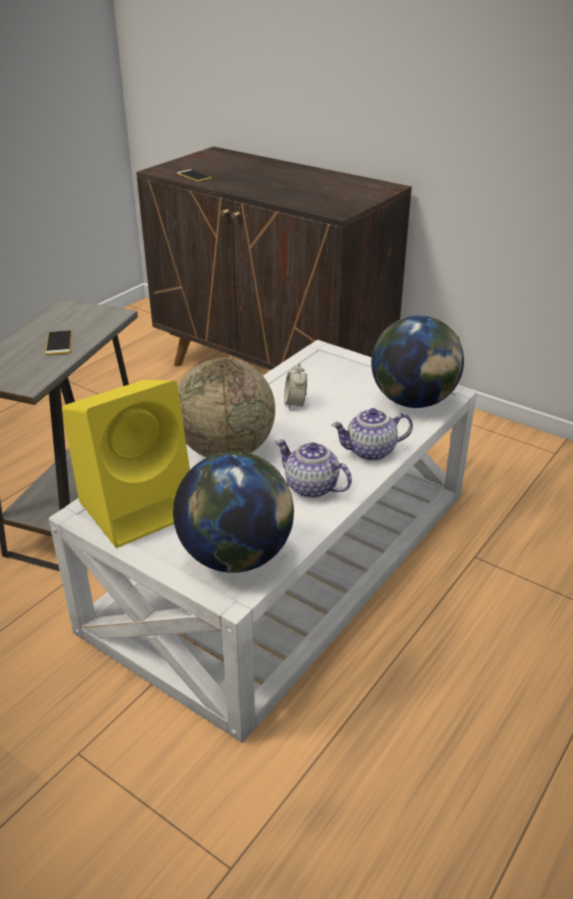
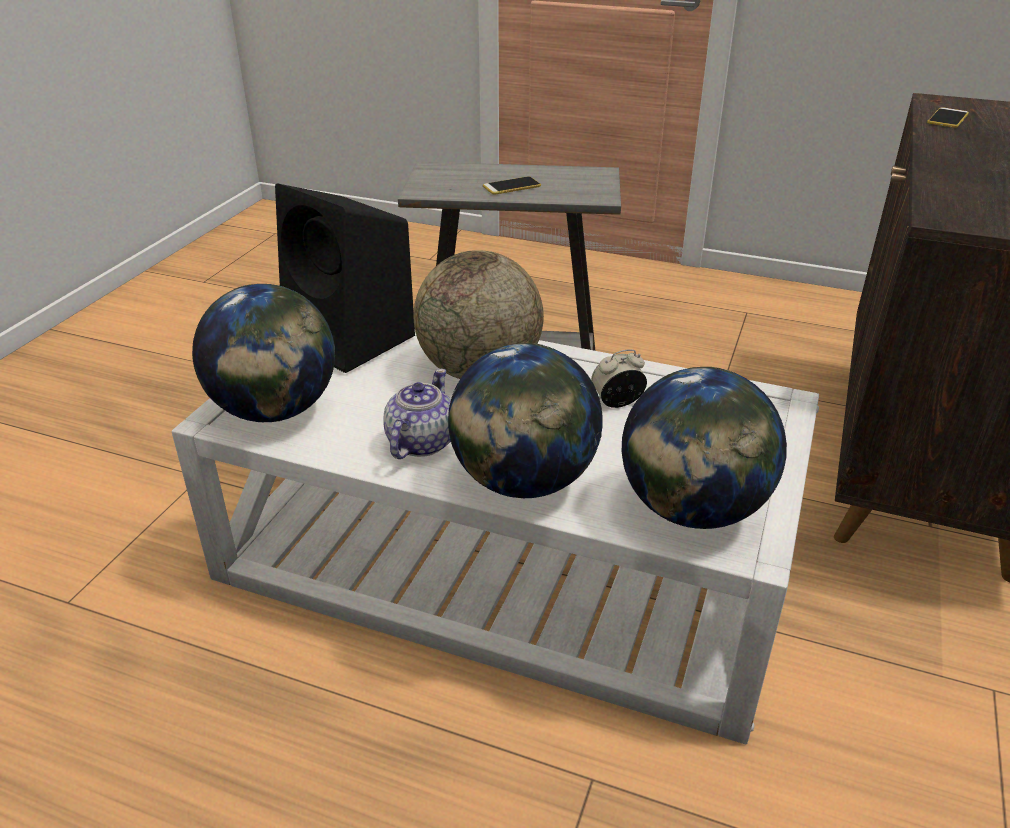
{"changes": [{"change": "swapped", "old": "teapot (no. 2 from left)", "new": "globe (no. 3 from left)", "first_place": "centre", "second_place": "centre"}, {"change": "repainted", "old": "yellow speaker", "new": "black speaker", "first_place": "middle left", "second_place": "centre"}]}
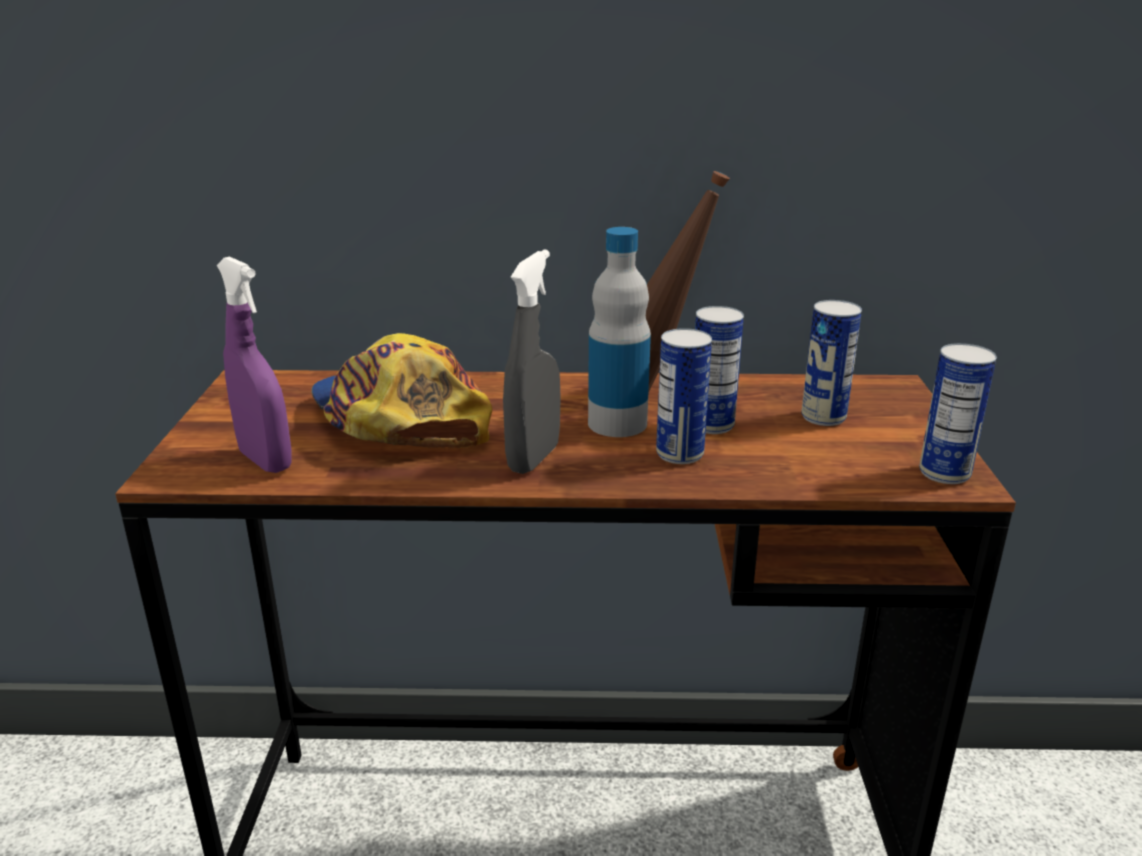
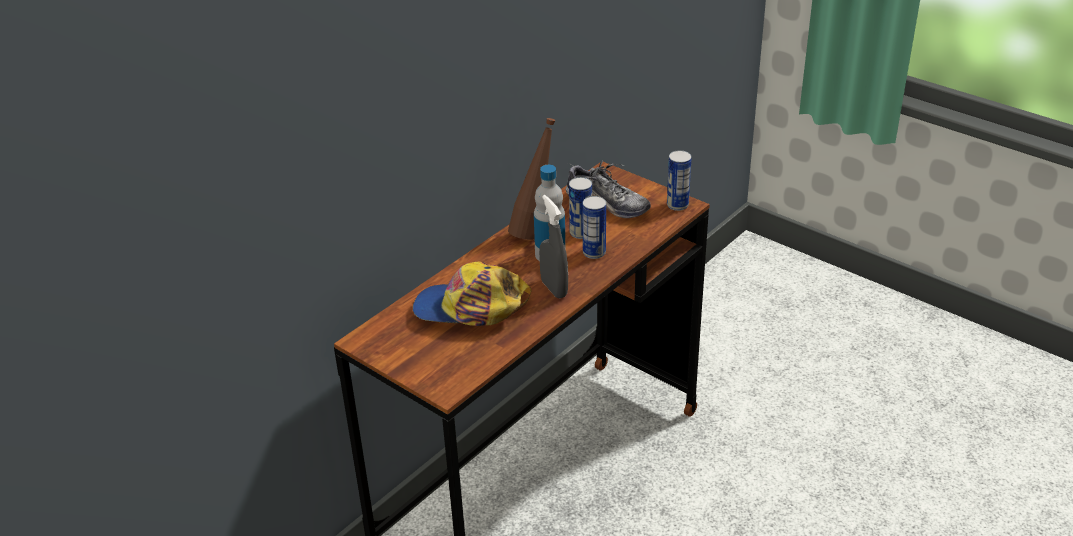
{"changes": [{"change": "gone", "old": "purple spray bottle", "first_place": "middle left"}, {"change": "swapped", "old": "can (no. 3 from left)", "new": "shoe", "first_place": "middle right", "second_place": "centre"}]}
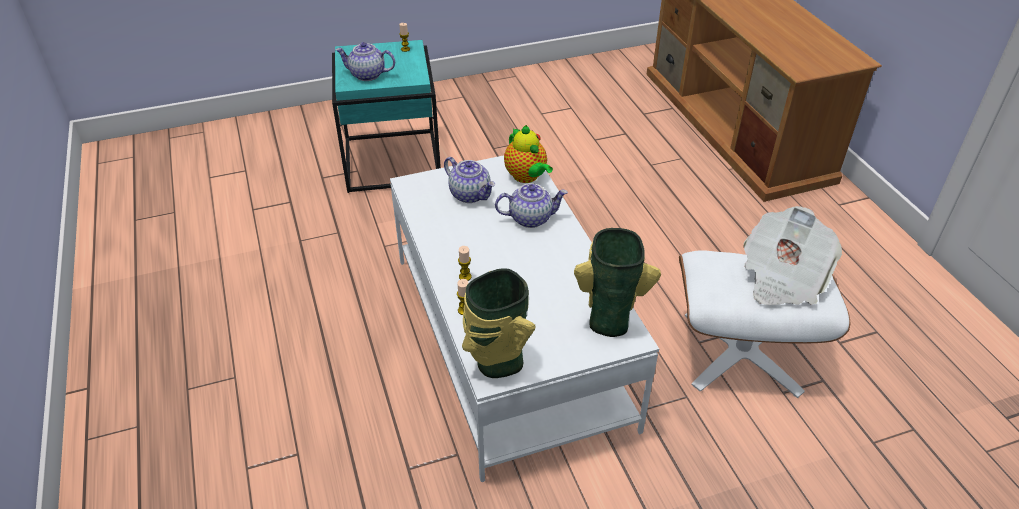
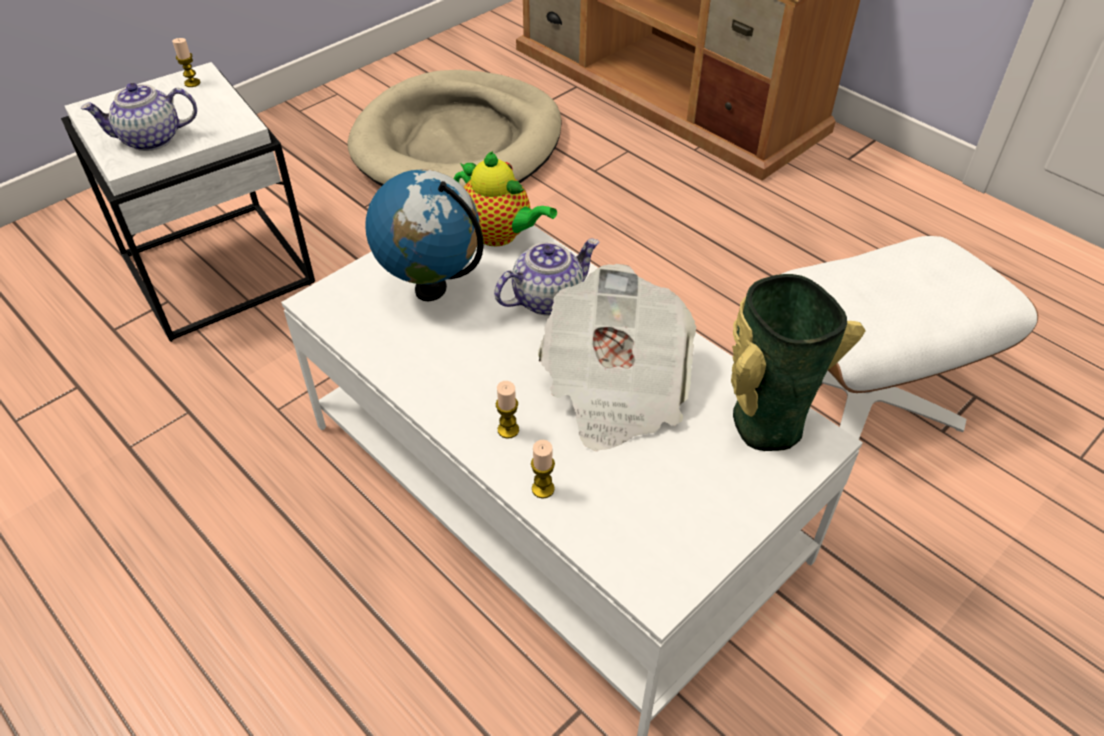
{"changes": [{"change": "gone", "old": "vase (no. 1 from left)", "first_place": "centre"}, {"change": "new", "new": "beige dog bed", "second_place": "top centre"}, {"change": "shifted", "old": "newspaper", "first_place": "middle right", "second_place": "centre"}, {"change": "swapped", "old": "teapot (no. 2 from left)", "new": "globe", "first_place": "centre", "second_place": "top centre"}, {"change": "repainted", "old": "turquoise side table", "new": "white side table", "first_place": "top centre", "second_place": "top left"}]}
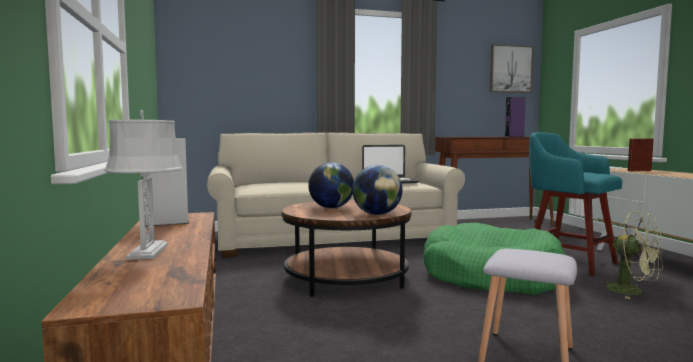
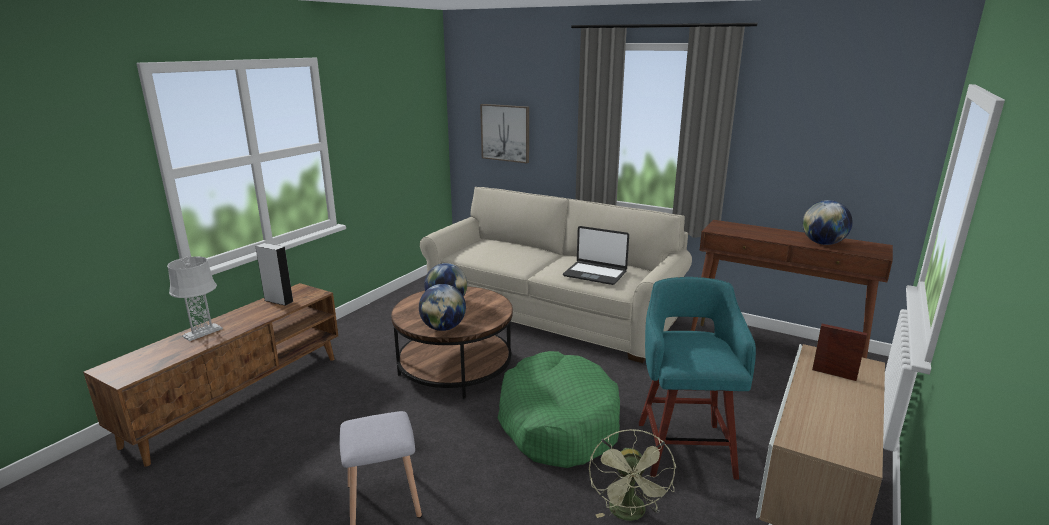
{"changes": [{"change": "shifted", "old": "picture", "first_place": "top right", "second_place": "top centre"}, {"change": "swapped", "old": "purple speaker", "new": "globe (no. 3 from left)", "first_place": "top right", "second_place": "middle right"}]}
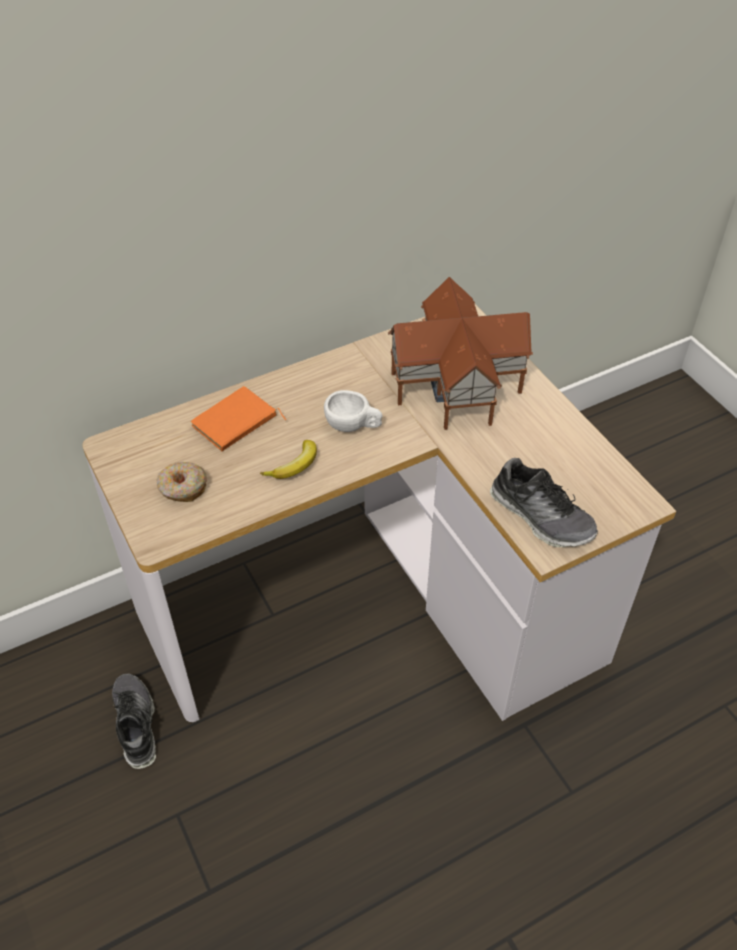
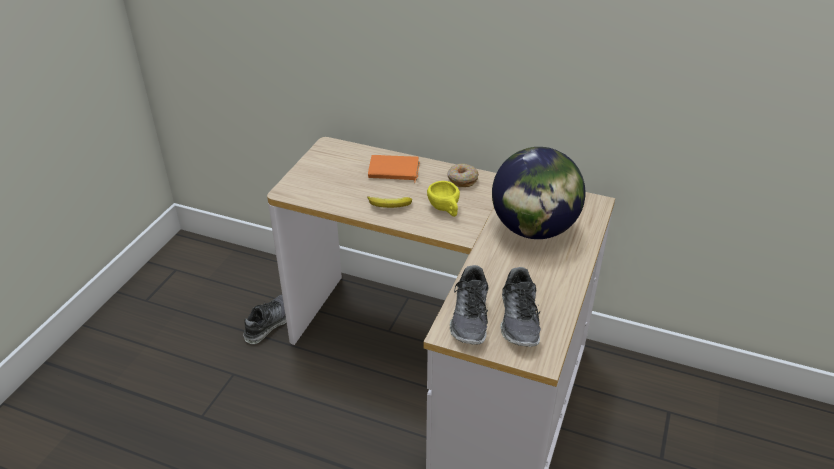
{"changes": [{"change": "new", "new": "shoe (no. 3 from left)", "second_place": "centre"}, {"change": "shifted", "old": "donut", "first_place": "middle left", "second_place": "centre"}, {"change": "swapped", "old": "toy house", "new": "globe", "first_place": "centre", "second_place": "centre"}, {"change": "repainted", "old": "white cup", "new": "yellow cup", "first_place": "centre", "second_place": "centre"}]}
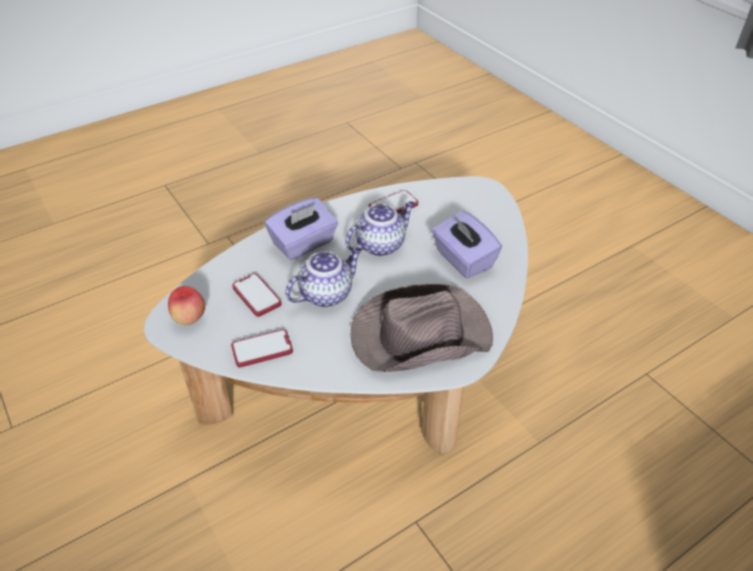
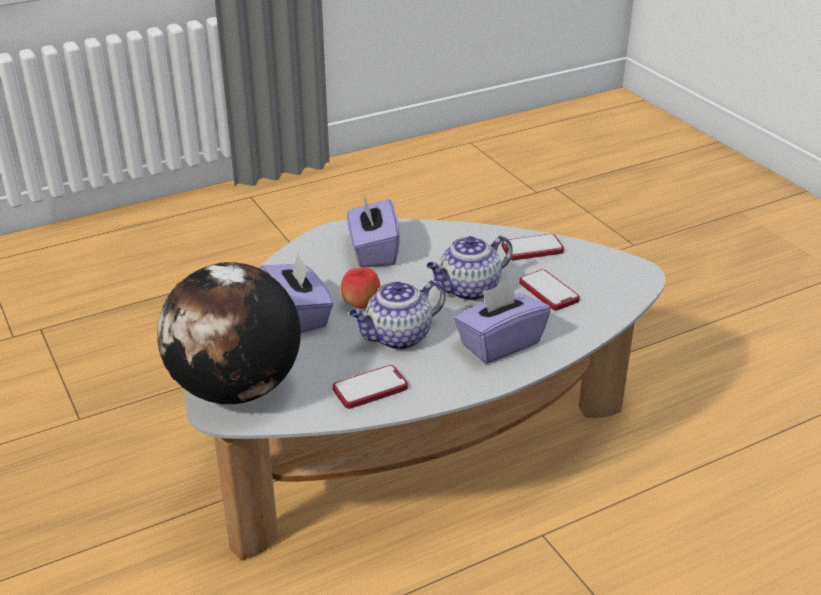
{"changes": [{"change": "new", "new": "globe", "second_place": "middle left"}, {"change": "shifted", "old": "apple", "first_place": "middle left", "second_place": "centre"}, {"change": "swapped", "old": "brown hat", "new": "purple tissue box (no. 2 from left)", "first_place": "centre", "second_place": "centre"}]}
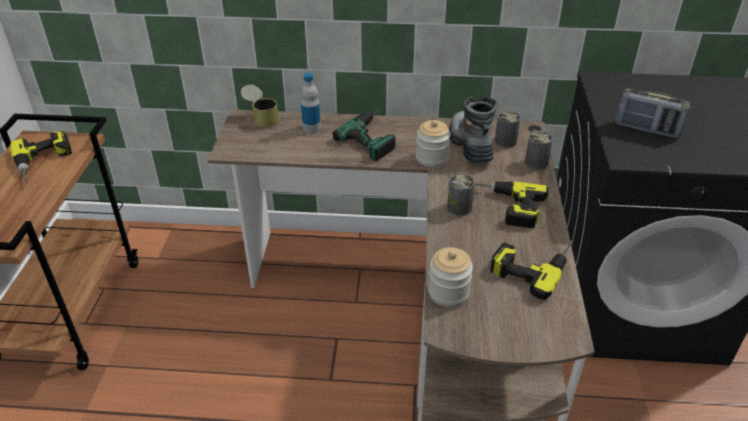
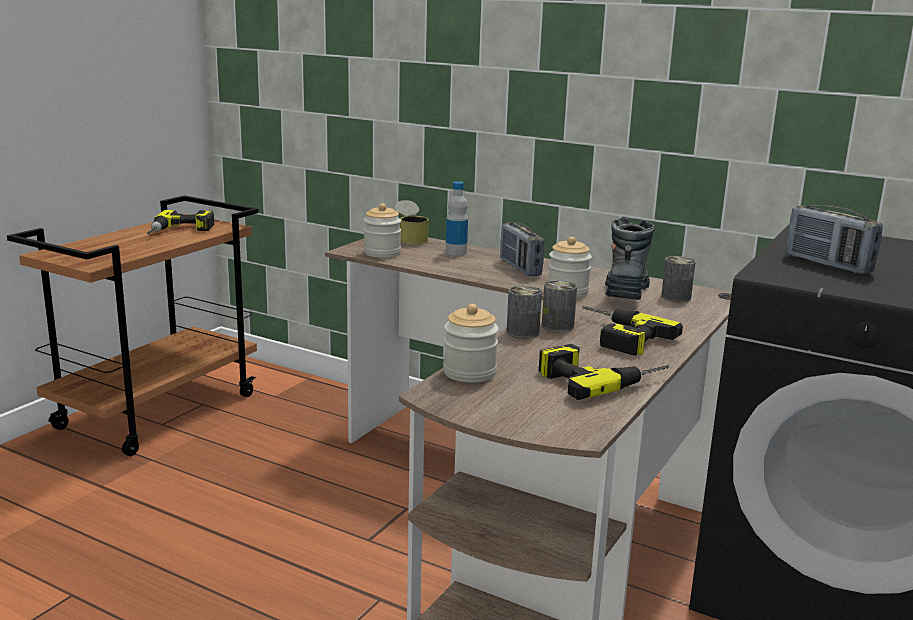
{"changes": [{"change": "new", "new": "jar (no. 1 from left)", "second_place": "centre"}, {"change": "shifted", "old": "can (no. 4 from left in the first image)", "new": "can (no. 2 from left)", "first_place": "middle right", "second_place": "centre"}, {"change": "swapped", "old": "power drill (no. 2 from left)", "new": "radio (no. 1 from left)", "first_place": "top centre", "second_place": "centre"}]}
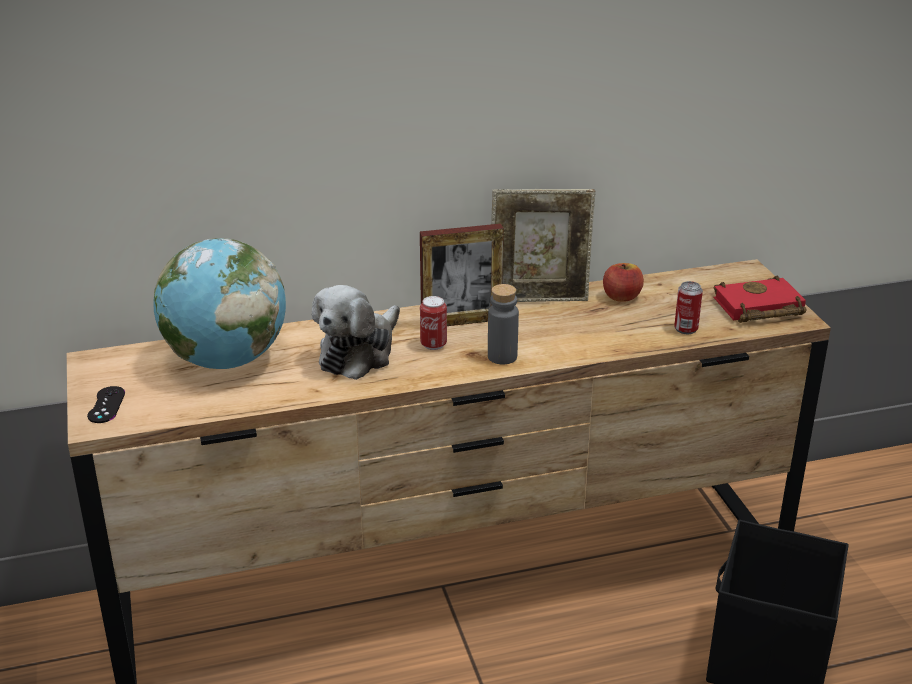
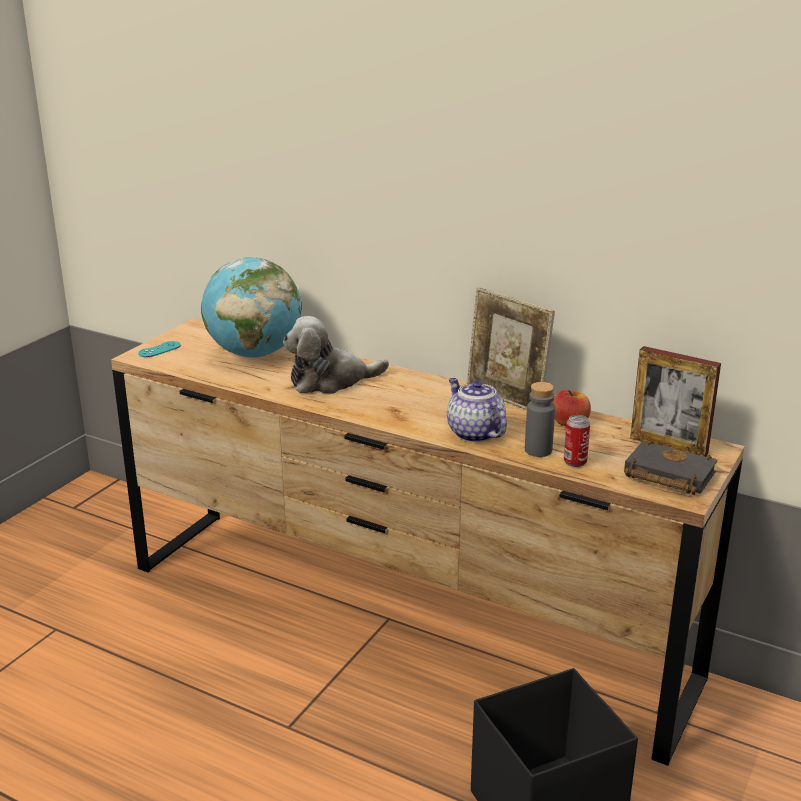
{"changes": [{"change": "gone", "old": "can (no. 1 from left)", "first_place": "centre"}, {"change": "new", "new": "teapot", "second_place": "centre"}, {"change": "shifted", "old": "picture frame (no. 1 from left in the first image)", "new": "picture frame (no. 2 from left)", "first_place": "centre", "second_place": "middle right"}, {"change": "shifted", "old": "grey bottle", "first_place": "centre", "second_place": "middle right"}, {"change": "repainted", "old": "black game controller", "new": "turquoise game controller", "first_place": "middle left", "second_place": "middle left"}, {"change": "repainted", "old": "red book", "new": "black book", "first_place": "middle right", "second_place": "middle right"}]}
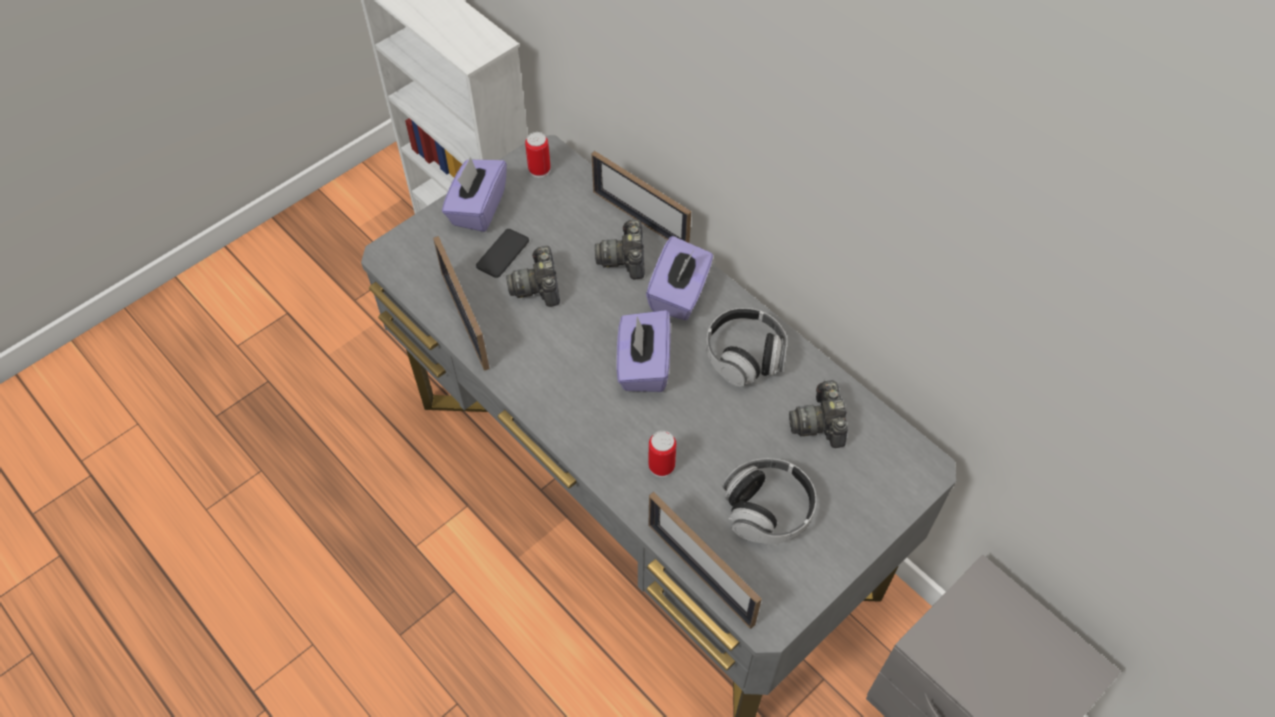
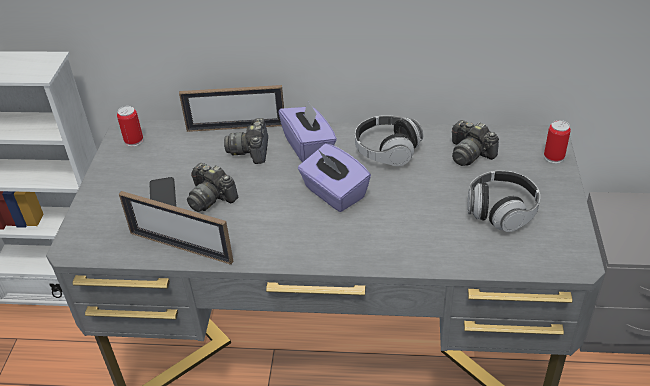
{"changes": [{"change": "gone", "old": "purple tissue box (no. 1 from left)", "first_place": "top centre"}, {"change": "gone", "old": "picture frame (no. 3 from left)", "first_place": "bottom centre"}, {"change": "shifted", "old": "can (no. 2 from left)", "first_place": "centre", "second_place": "middle right"}, {"change": "rotated", "old": "photo camera (no. 2 from left)", "first_place": "centre", "second_place": "centre", "degrees": 45}]}
